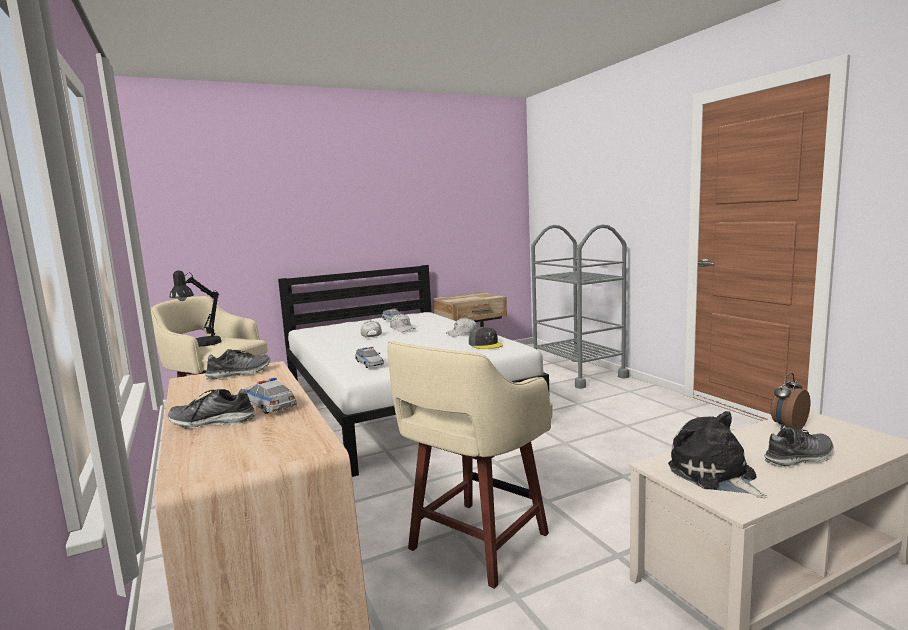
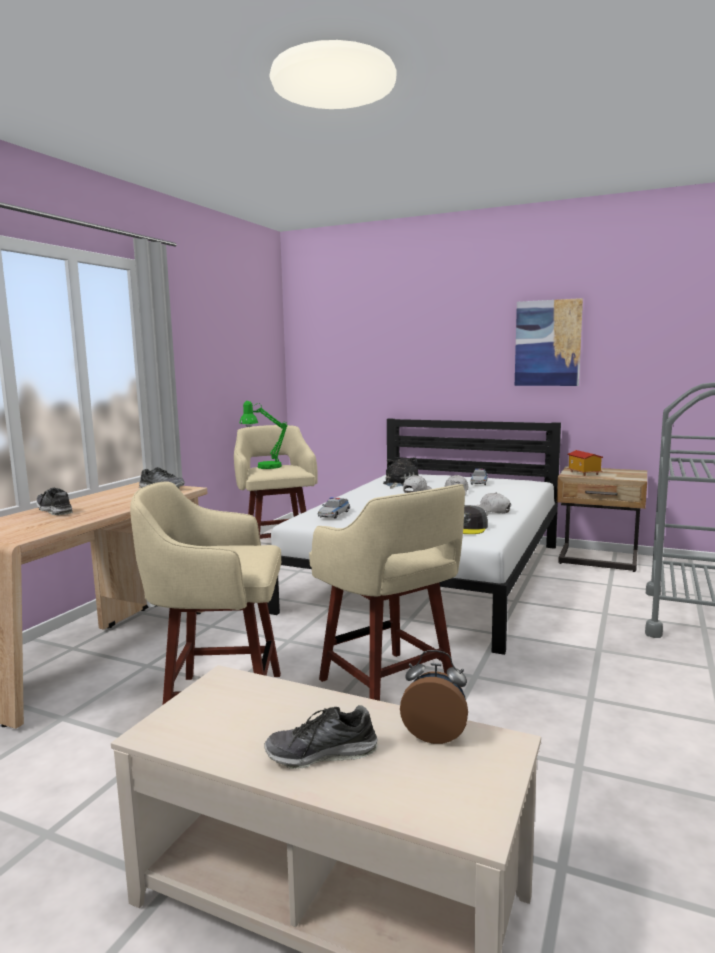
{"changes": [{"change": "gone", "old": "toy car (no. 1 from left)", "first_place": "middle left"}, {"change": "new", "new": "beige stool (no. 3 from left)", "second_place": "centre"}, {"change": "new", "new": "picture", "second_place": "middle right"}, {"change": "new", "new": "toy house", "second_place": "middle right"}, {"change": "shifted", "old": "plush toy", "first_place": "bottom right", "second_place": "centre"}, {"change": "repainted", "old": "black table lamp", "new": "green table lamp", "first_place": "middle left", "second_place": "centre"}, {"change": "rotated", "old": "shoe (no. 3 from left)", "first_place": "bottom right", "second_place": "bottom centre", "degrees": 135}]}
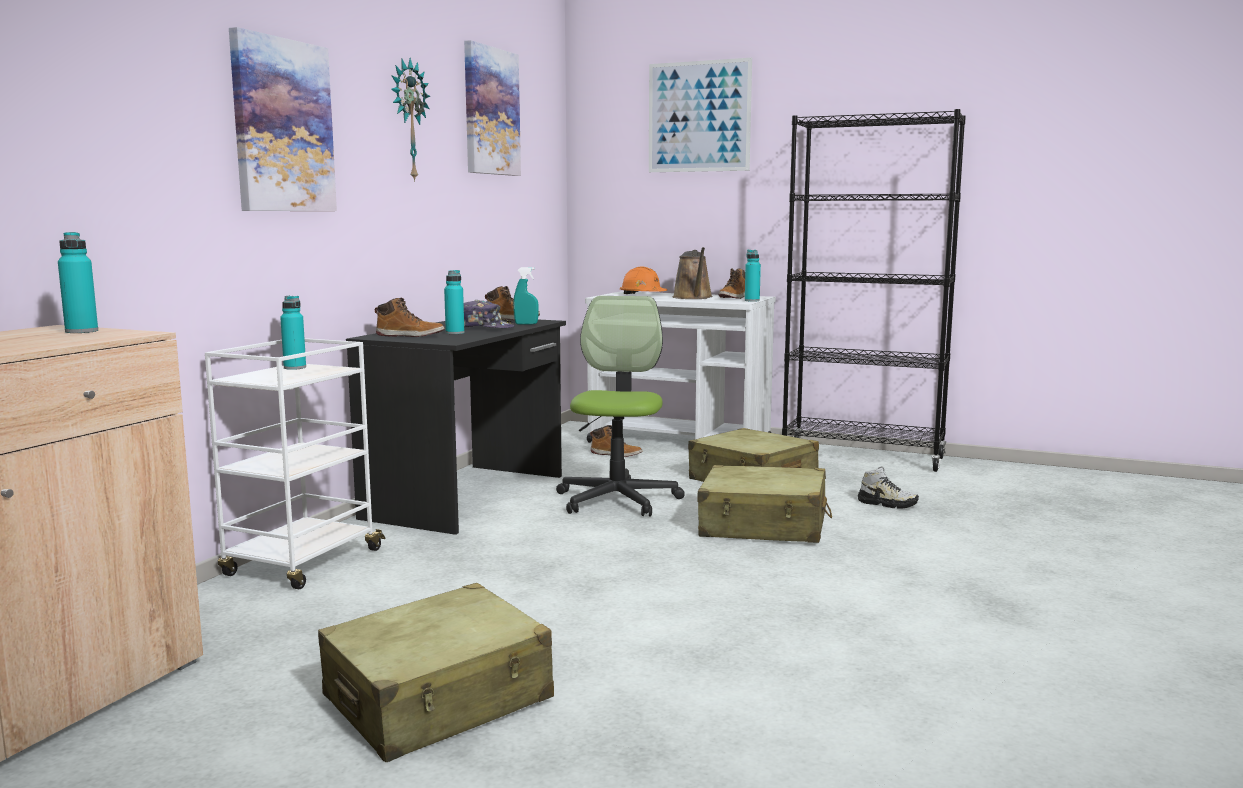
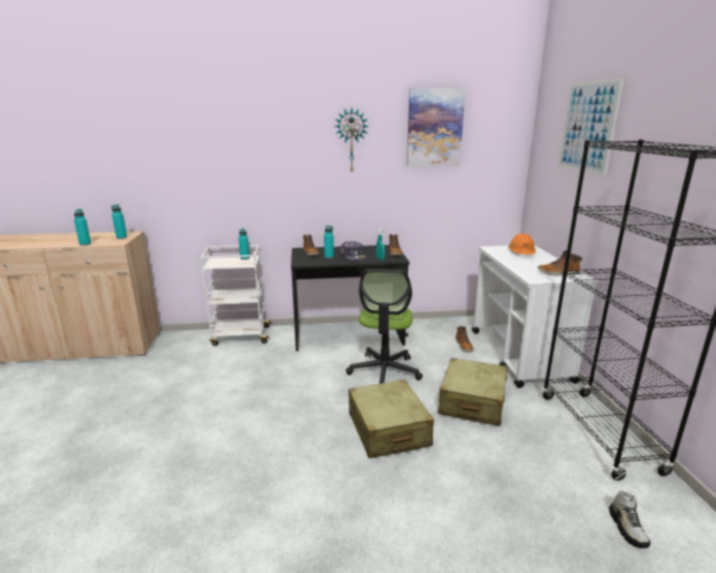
{"changes": [{"change": "gone", "old": "picture (no. 1 from left)", "first_place": "top left"}, {"change": "gone", "old": "beige suitcase (no. 1 from left)", "first_place": "bottom centre"}, {"change": "gone", "old": "brown watering can", "first_place": "centre"}, {"change": "shifted", "old": "turquoise bottle (no. 4 from left in the first image)", "new": "turquoise bottle (no. 1 from left)", "first_place": "centre", "second_place": "middle left"}, {"change": "shifted", "old": "shoe", "first_place": "middle right", "second_place": "bottom right"}, {"change": "rotated", "old": "office chair", "first_place": "centre", "second_place": "centre", "degrees": 120}]}
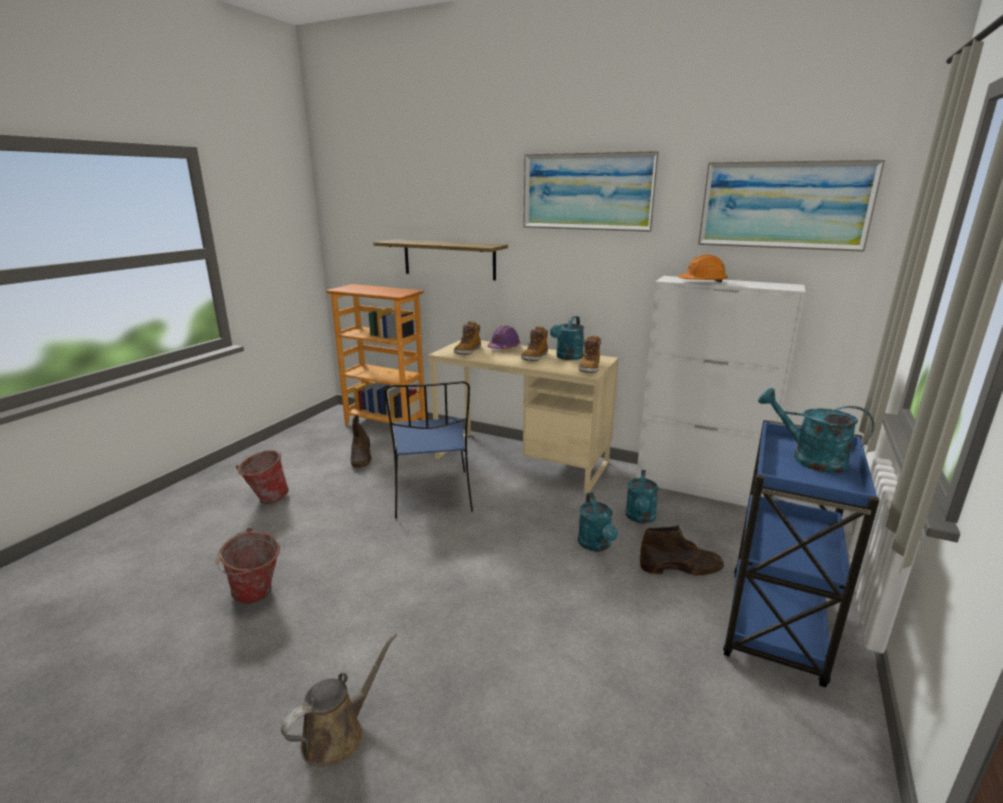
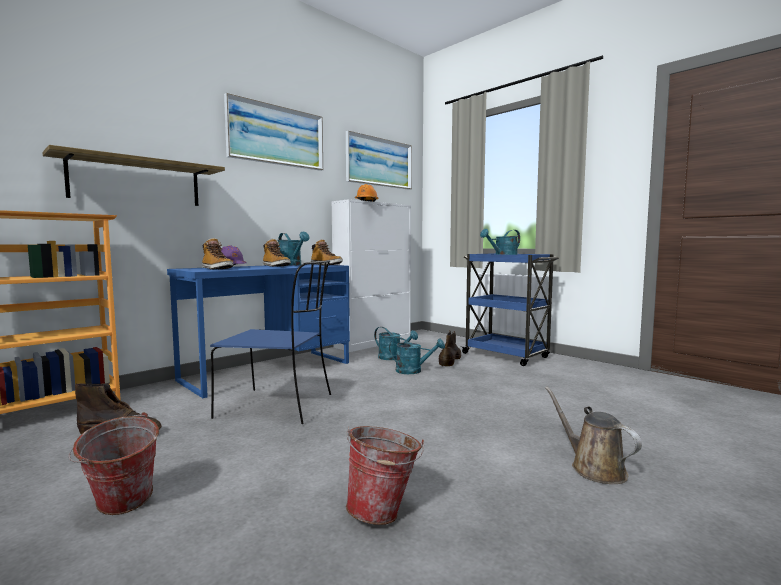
{"changes": [{"change": "repainted", "old": "beige desk", "new": "blue desk", "first_place": "centre", "second_place": "middle left"}]}
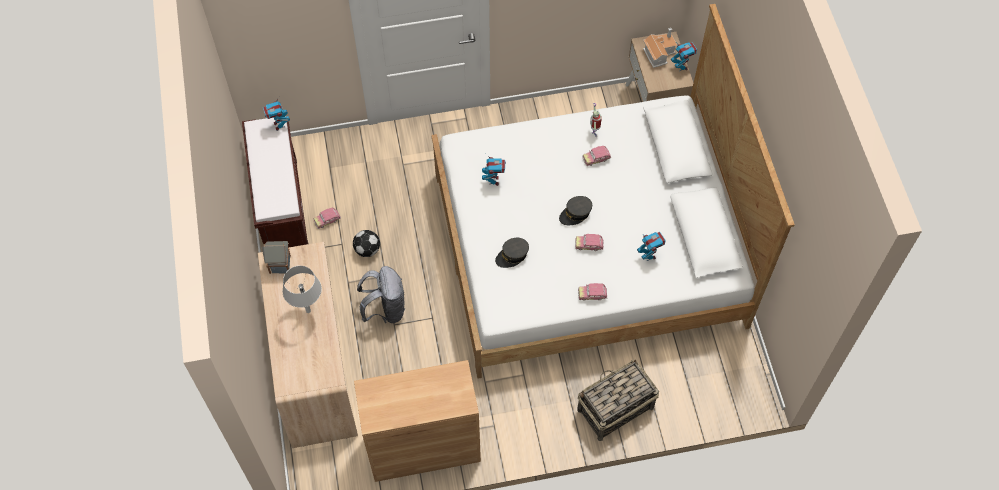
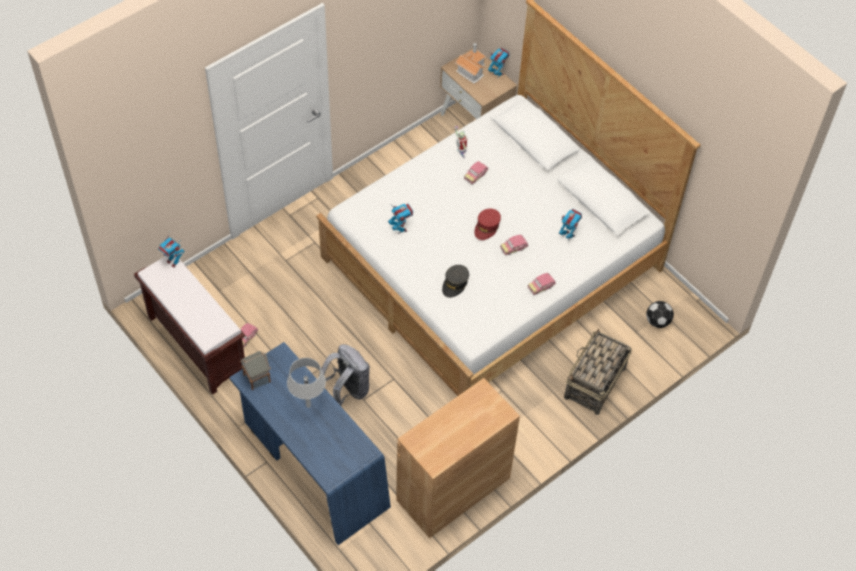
{"changes": [{"change": "shifted", "old": "football", "first_place": "centre", "second_place": "middle right"}, {"change": "repainted", "old": "beige desk", "new": "blue desk", "first_place": "bottom left", "second_place": "bottom centre"}, {"change": "repainted", "old": "grey cap (no. 2 from left)", "new": "red cap", "first_place": "centre", "second_place": "centre"}]}
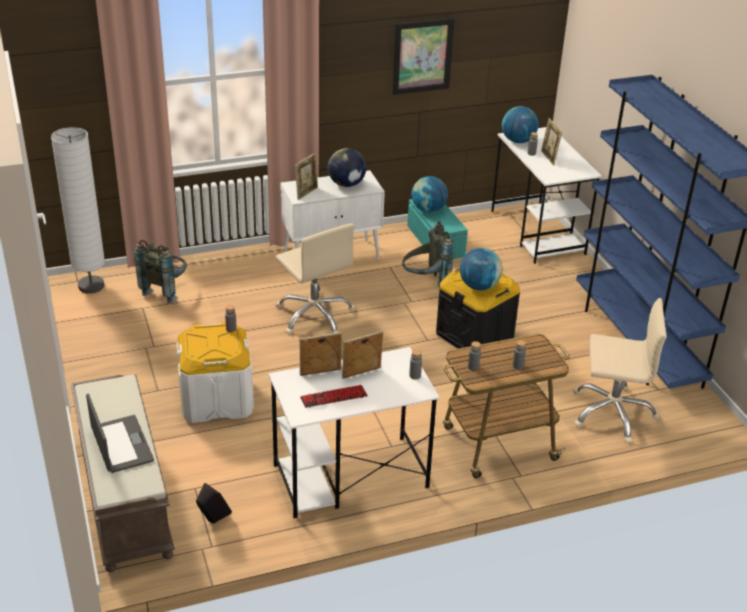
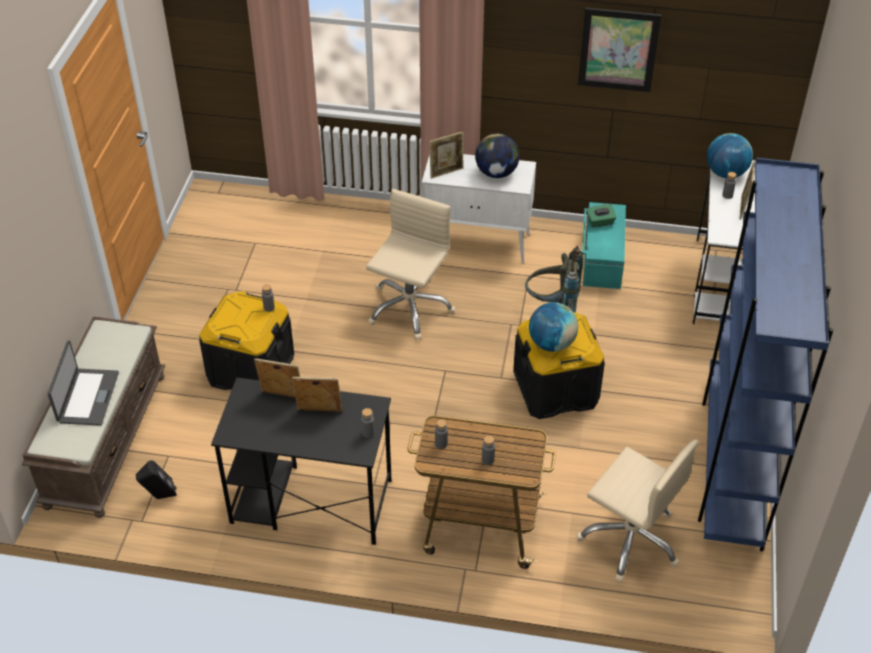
{"changes": [{"change": "gone", "old": "white floor lamp", "first_place": "middle left"}, {"change": "gone", "old": "grey backpack (no. 1 from left)", "first_place": "middle left"}, {"change": "gone", "old": "keyboard", "first_place": "centre"}, {"change": "swapped", "old": "globe (no. 2 from left)", "new": "green tissue box", "first_place": "top centre", "second_place": "top right"}, {"change": "repainted", "old": "white storage box", "new": "black storage box (no. 1 from left)", "first_place": "middle left", "second_place": "middle left"}, {"change": "repainted", "old": "white desk (no. 1 from left)", "new": "black desk", "first_place": "bottom centre", "second_place": "bottom centre"}, {"change": "rotated", "old": "beige office chair (no. 1 from left)", "first_place": "centre", "second_place": "centre", "degrees": -150}]}
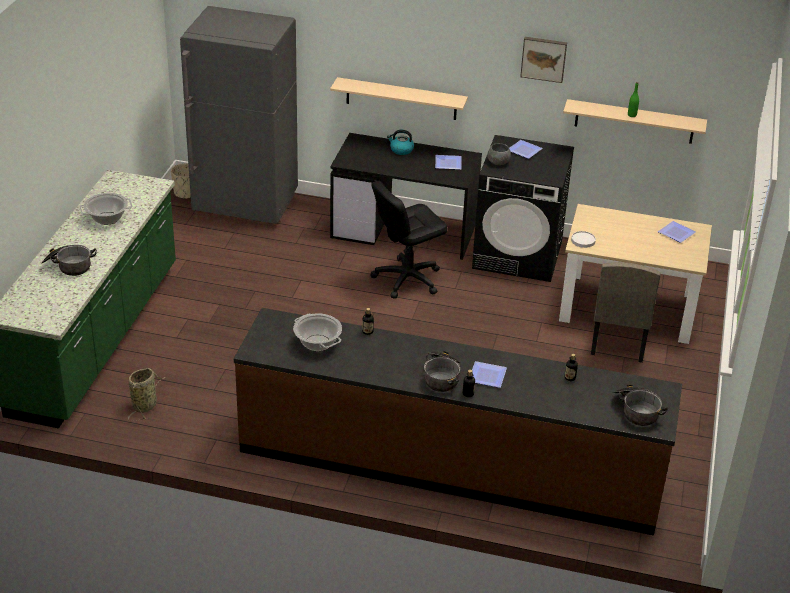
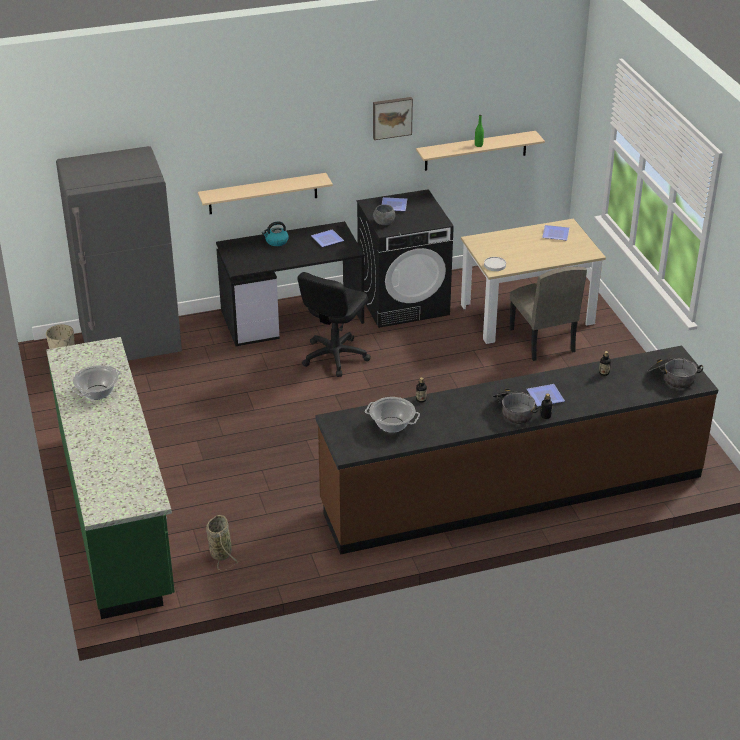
{"changes": [{"change": "gone", "old": "cooking pot (no. 1 from left)", "first_place": "middle left"}]}
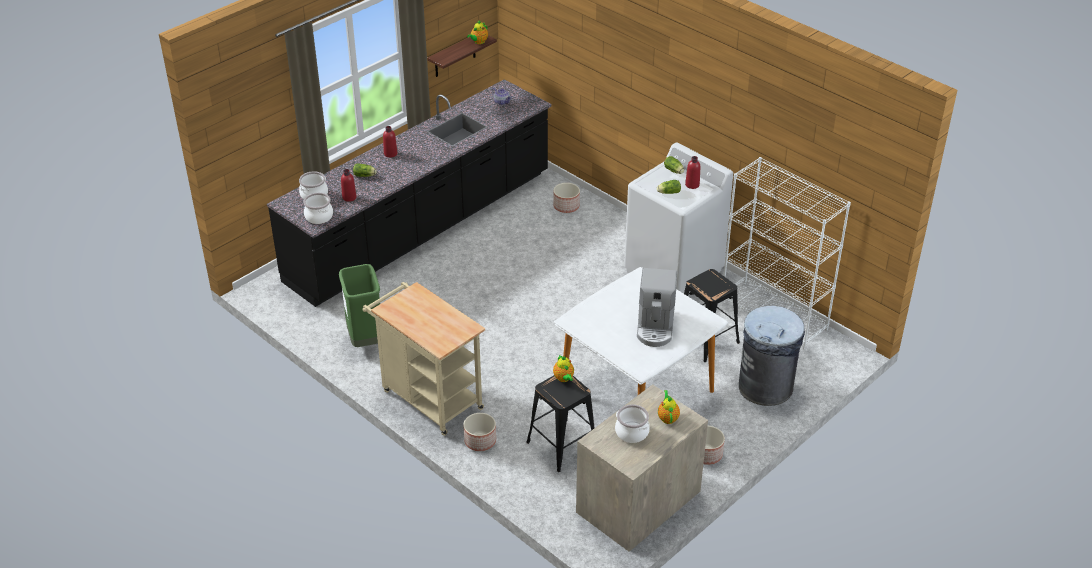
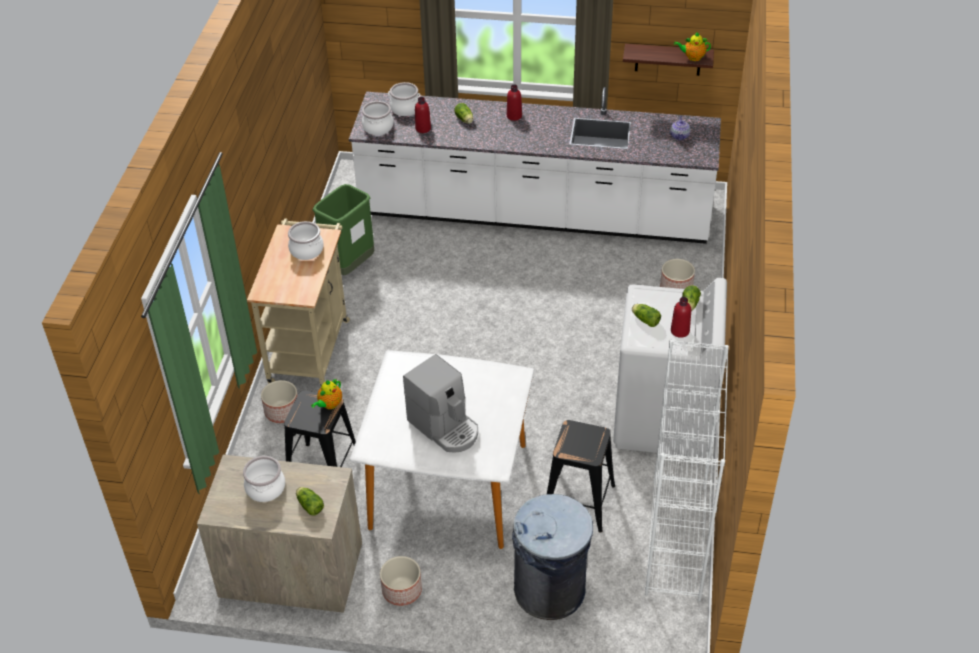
{"changes": [{"change": "new", "new": "cooking pot (no. 2 from left)", "second_place": "middle left"}, {"change": "swapped", "old": "teapot (no. 4 from left)", "new": "lettuce (no. 1 from left)", "first_place": "bottom centre", "second_place": "bottom left"}, {"change": "repainted", "old": "black counter", "new": "white counter", "first_place": "centre", "second_place": "top centre"}, {"change": "rotated", "old": "coffee machine", "first_place": "centre", "second_place": "centre", "degrees": -105}]}
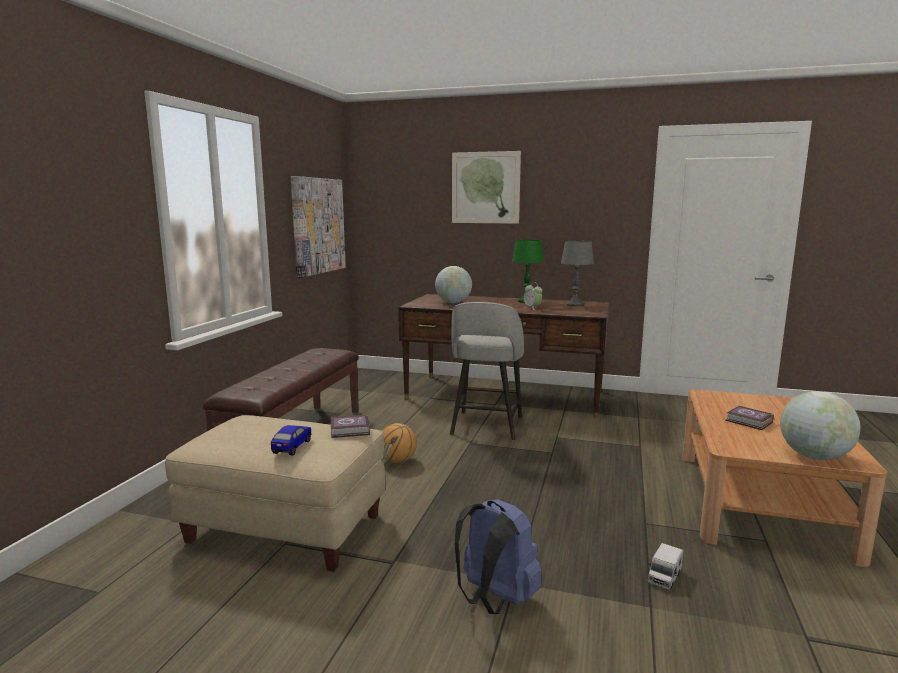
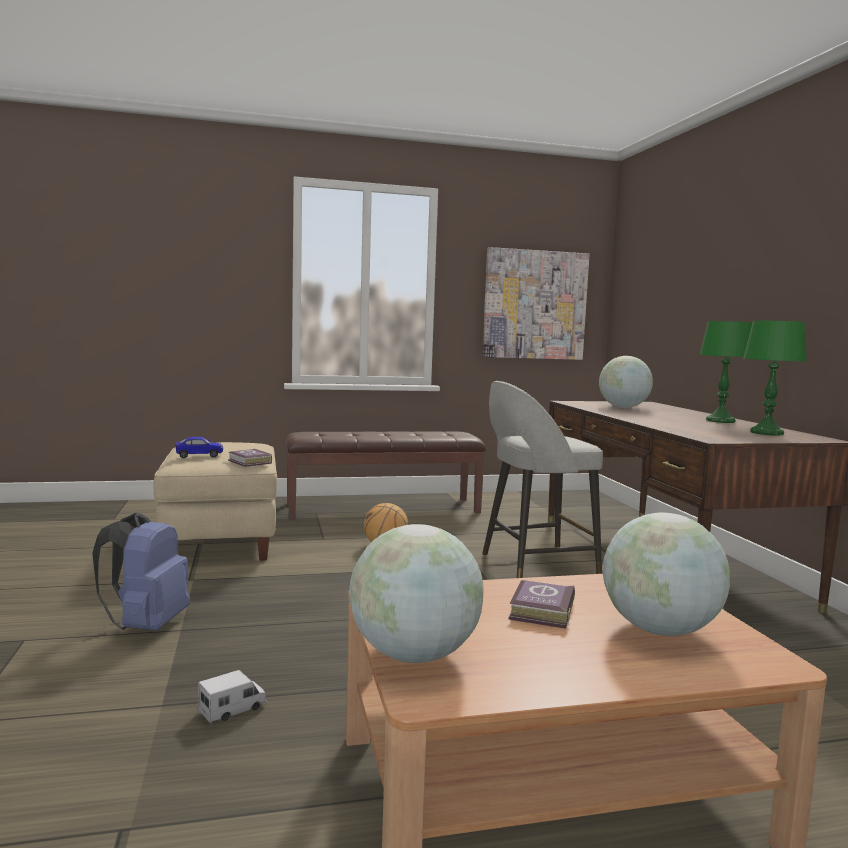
{"changes": [{"change": "gone", "old": "picture (no. 2 from left)", "first_place": "top centre"}, {"change": "gone", "old": "alarm clock", "first_place": "centre"}, {"change": "new", "new": "globe (no. 3 from left)", "second_place": "bottom right"}, {"change": "repainted", "old": "grey table lamp", "new": "green table lamp (no. 2 from left)", "first_place": "centre", "second_place": "middle right"}, {"change": "rotated", "old": "toy truck", "first_place": "bottom right", "second_place": "bottom left", "degrees": 135}]}
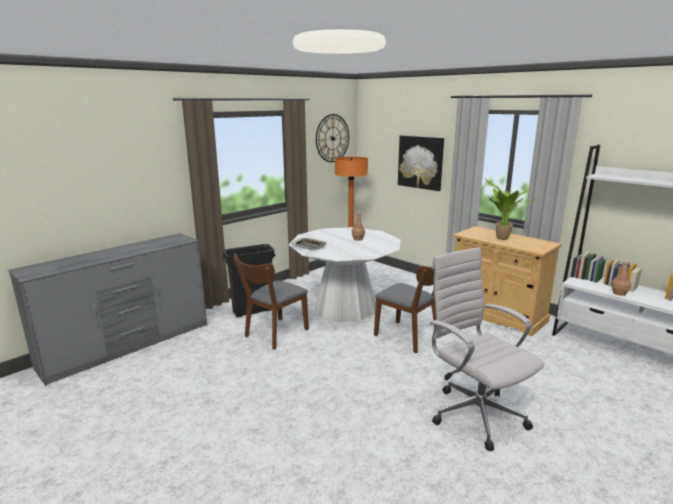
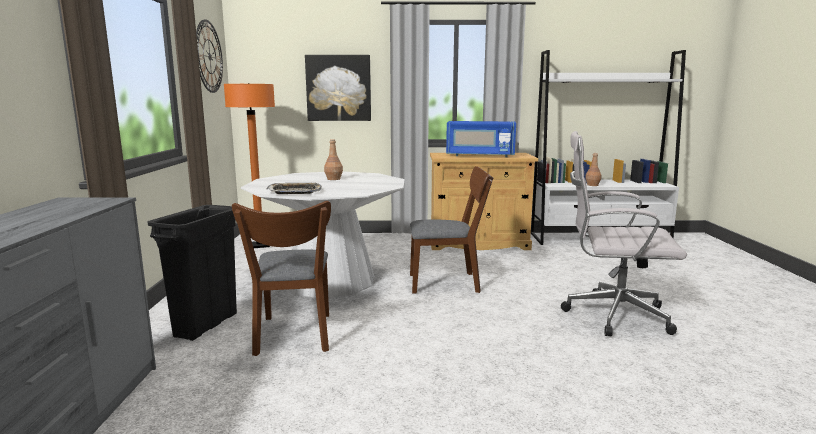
{"changes": [{"change": "swapped", "old": "potted plant", "new": "blue microwave", "first_place": "middle right", "second_place": "top centre"}]}
